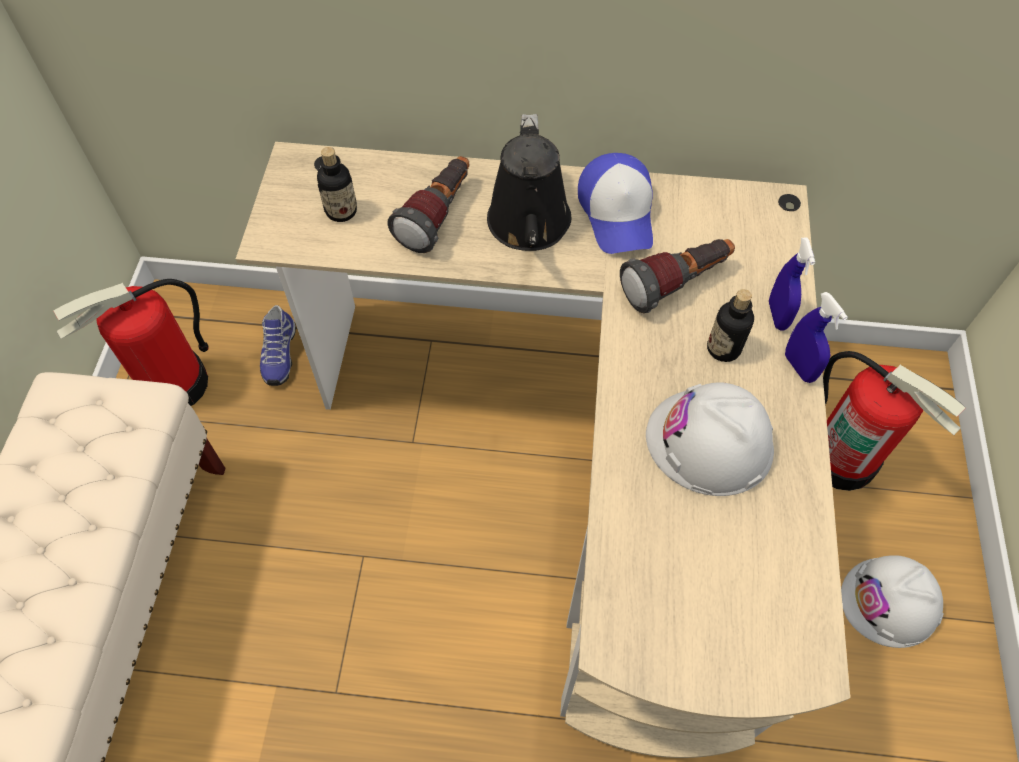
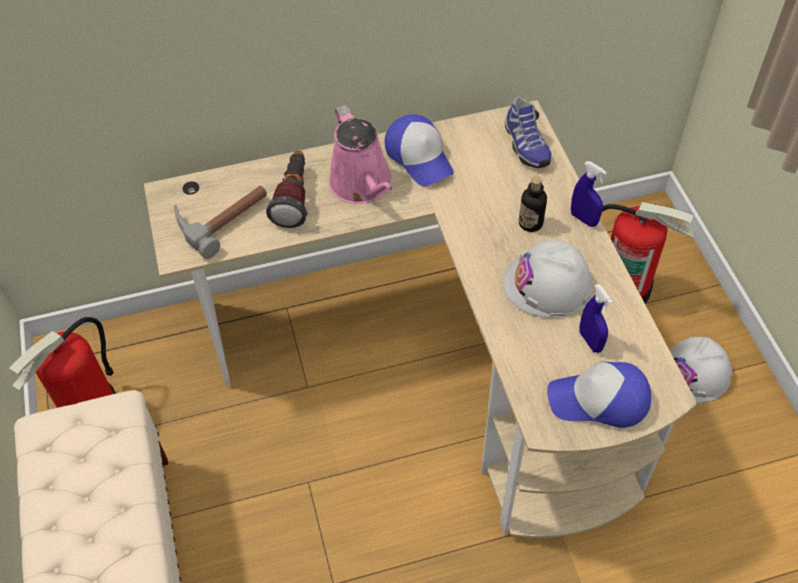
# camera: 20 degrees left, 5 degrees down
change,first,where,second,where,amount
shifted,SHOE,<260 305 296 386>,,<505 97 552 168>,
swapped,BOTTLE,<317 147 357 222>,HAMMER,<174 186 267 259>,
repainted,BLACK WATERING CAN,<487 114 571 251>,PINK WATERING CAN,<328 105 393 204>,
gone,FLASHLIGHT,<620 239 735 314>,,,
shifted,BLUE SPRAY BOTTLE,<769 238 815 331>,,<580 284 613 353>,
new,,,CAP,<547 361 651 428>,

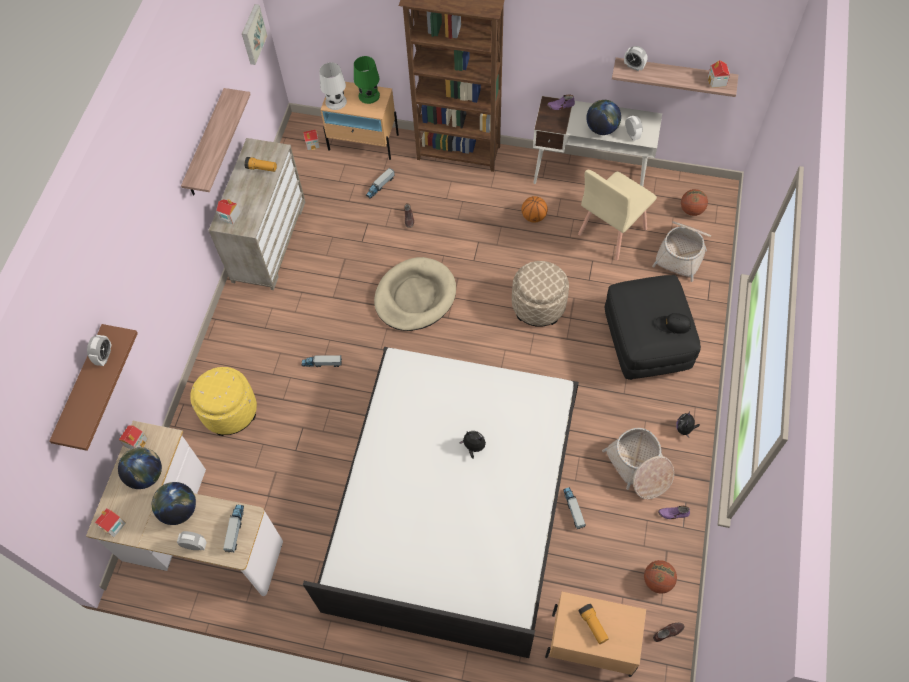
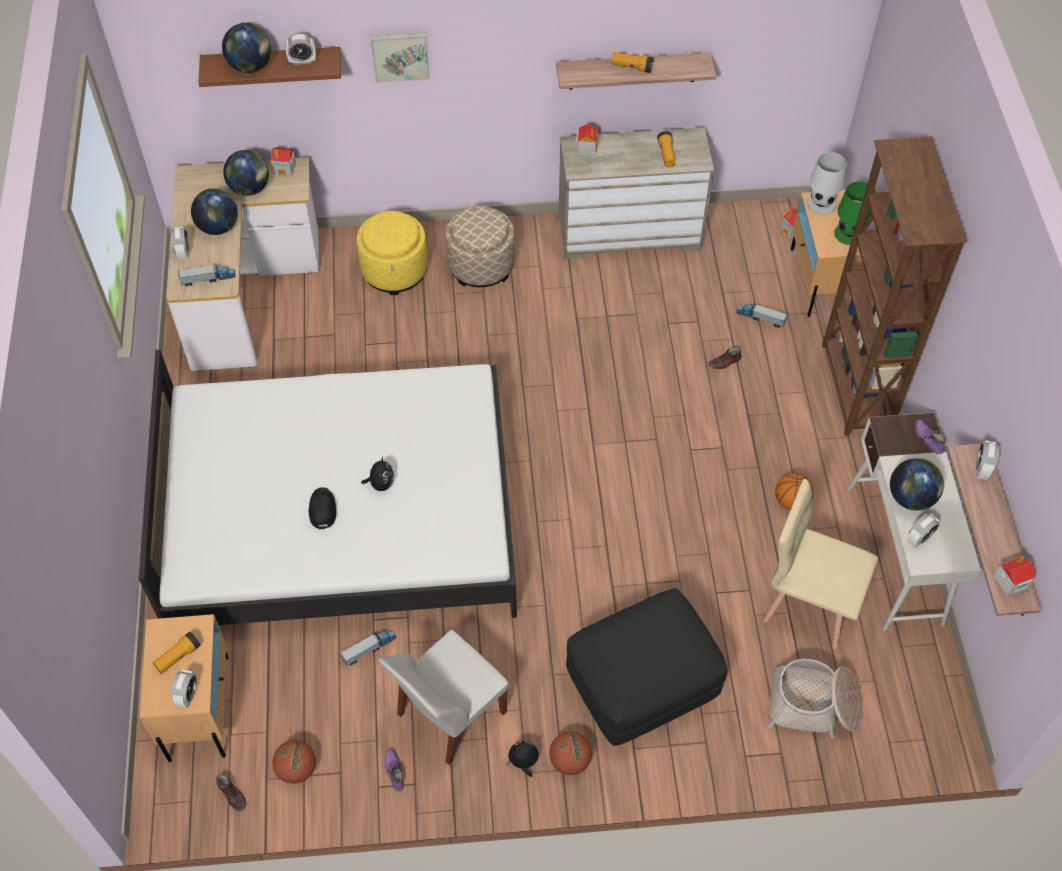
# camera: 70 degrees right, 5 degrees down
change,first,where,second,where,amount
gone,TOY HOUSE,<94 508 126 537>,,,
shifted,PICTURE,<242 4 268 65>,,<370 32 430 83>,
gone,TOY TRUCK,<302 355 342 367>,,,
gone,BEIGE DOG BED,<374 257 456 331>,,,
shifted,BEIGE OTTOMAN,<512 261 569 327>,,<445 206 515 287>,
swapped,BASKET,<602 428 674 499>,WHITE CHAIR,<378 630 508 765>,
shifted,BLACK CAP,<656 313 691 334>,,<309 487 336 529>,
shifted,BASKETBALL,<681 189 708 216>,,<549 731 592 775>,
new,,,ALARM CLOCK,<171 670 197 708>,
new,,,GLOBE,<222 23 271 73>,
new,,,FLASHLIGHT,<612 52 654 73>,

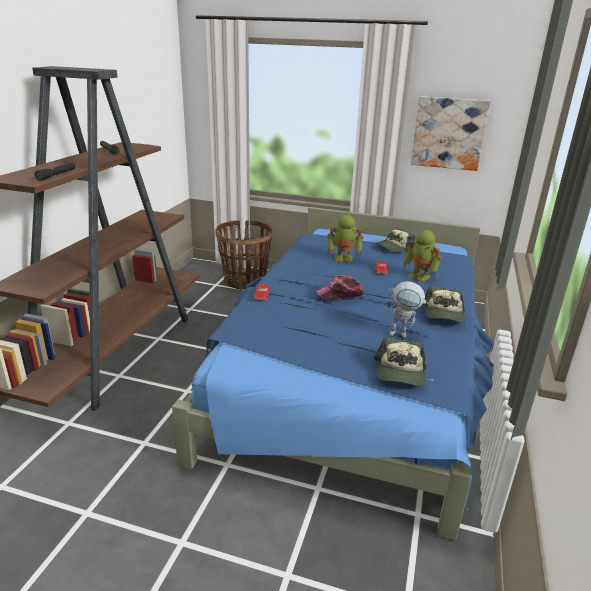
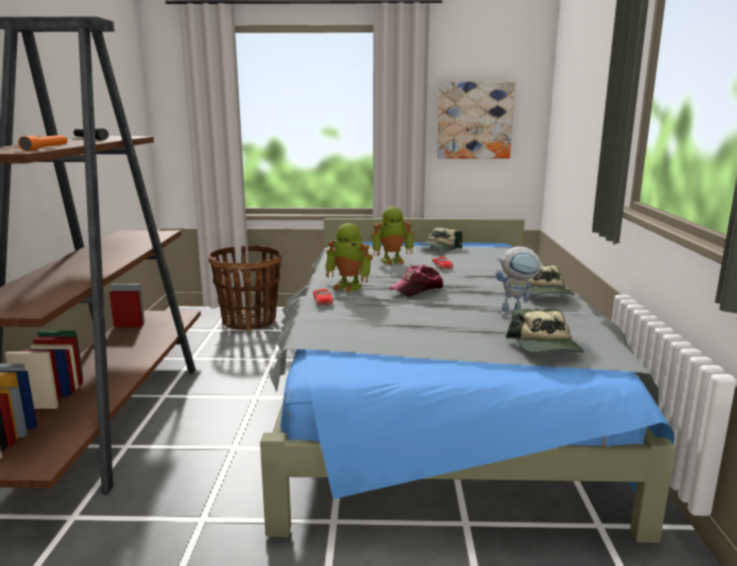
# camera: 15 degrees left, 10 degrees down
change,first,where,second,where,amount
repainted,BLACK FLASHLIGHT,<35 163 75 181>,ORANGE FLASHLIGHT,<18 135 67 151>,
repainted,BLUE BED,<172 207 494 540>,GREY BED,<260 218 676 543>,
shifted,TOY ROBOT,<404 230 442 282>,,<325 223 373 292>,

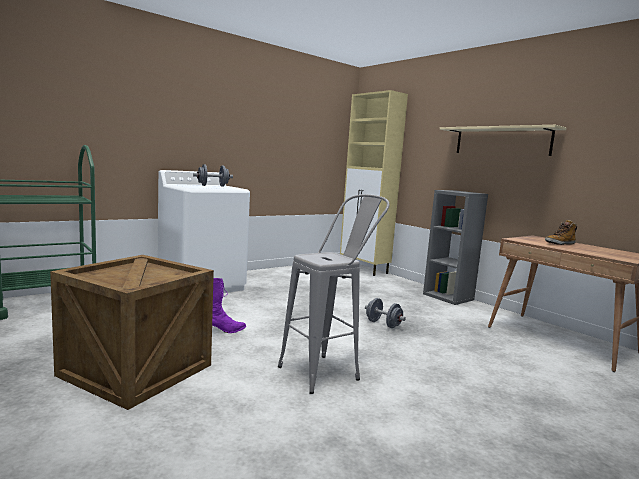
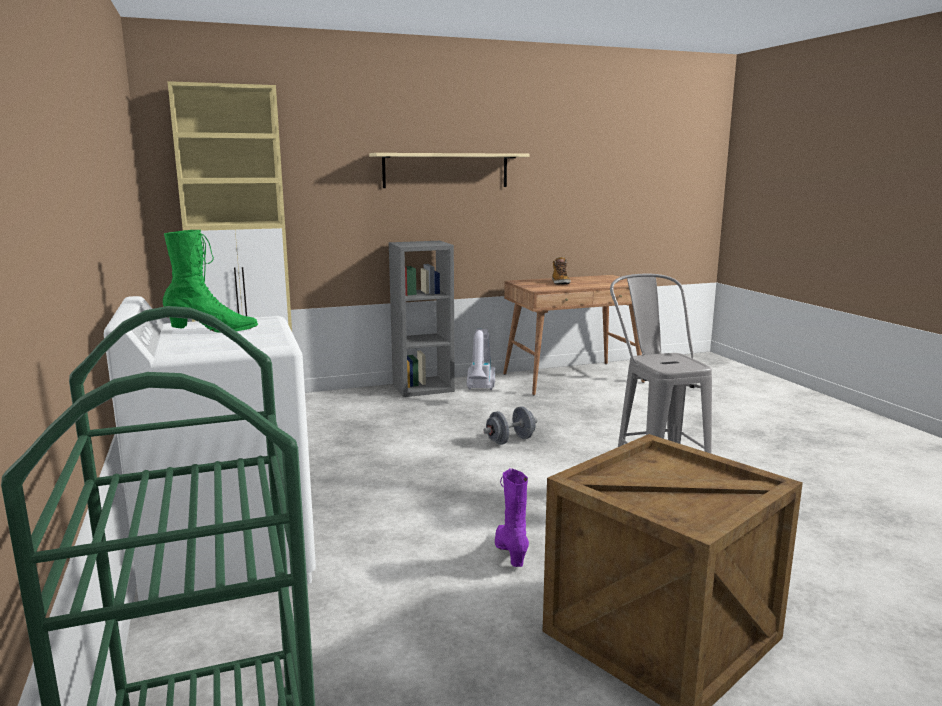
# camera: 70 degrees left, 5 degrees up
change,first,where,second,where,amount
swapped,GREY DUMBBELL,<193 164 233 187>,GREEN BOOT,<163 230 258 333>,
new,,,VACUUM CLEANER,<467 329 495 390>,

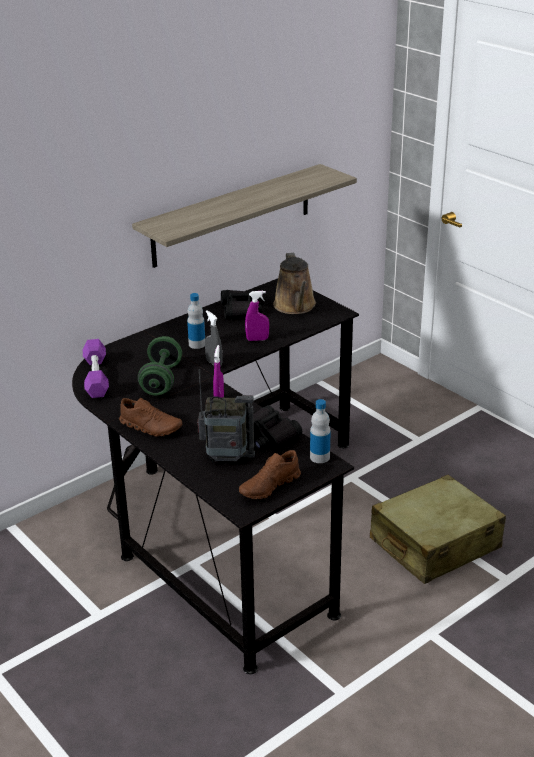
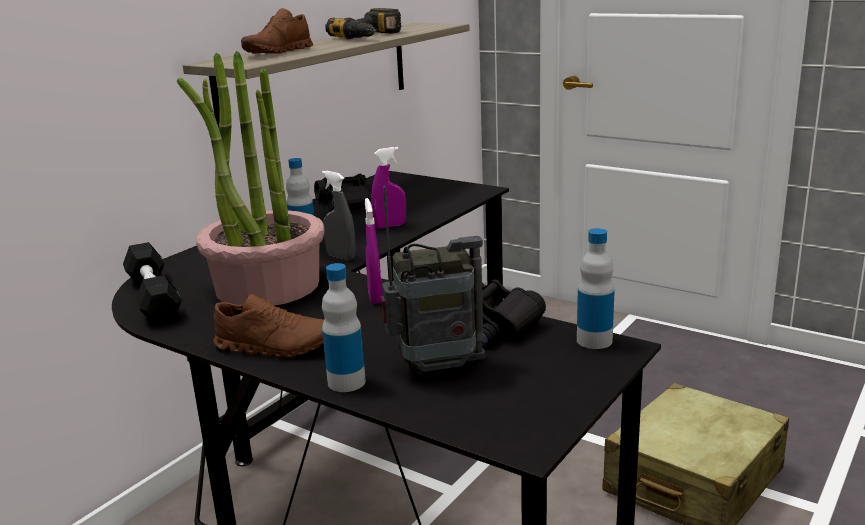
# camera: 15 degrees left, 10 degrees down
change,first,where,second,where,amount
repainted,PURPLE DUMBBELL,<83 339 109 398>,BLACK DUMBBELL,<123 242 182 325>,
swapped,GREEN DUMBBELL,<138 336 182 396>,POTTED PLANT,<177 51 325 306>,
shifted,BROWN SHOE,<239 450 301 499>,,<241 8 313 54>,
gone,BROWN WATERING CAN,<273 253 316 314>,,,
new,,,BOTTLE,<322 263 366 392>,
new,,,POWER DRILL,<325 8 402 39>,

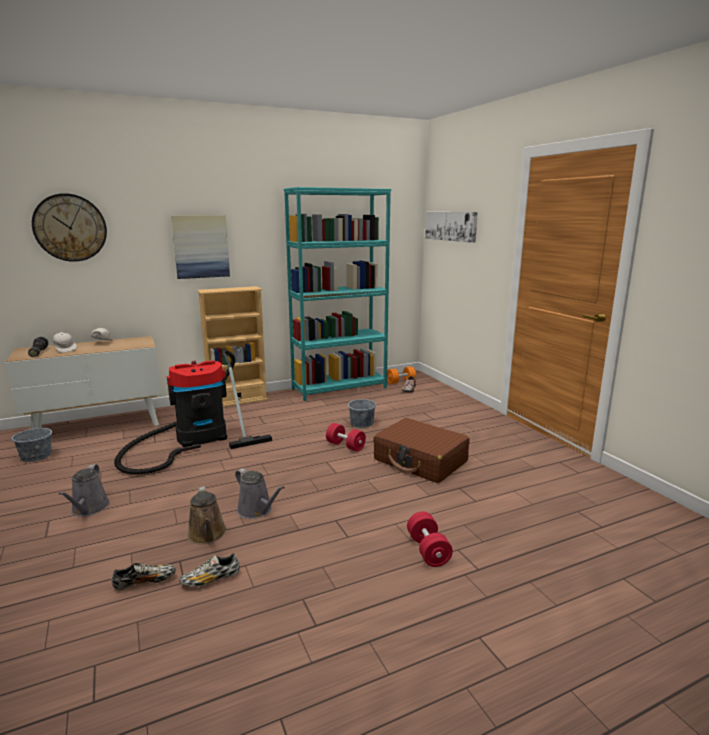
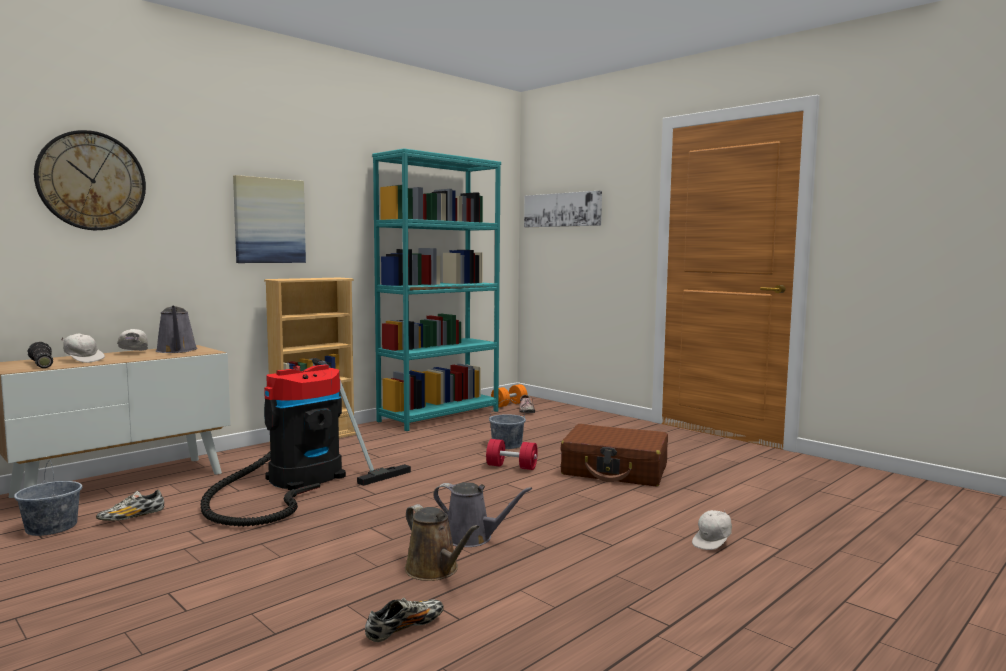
# camera: 20 degrees left, 10 degrees down
change,first,where,second,where,amount
shifted,GREY WATERING CAN,<59 464 110 516>,,<156 305 198 353>,
shifted,SHOE,<179 553 240 587>,,<96 490 164 521>,
swapped,RED DUMBBELL,<407 511 453 567>,WHITE CAP,<692 510 732 550>,

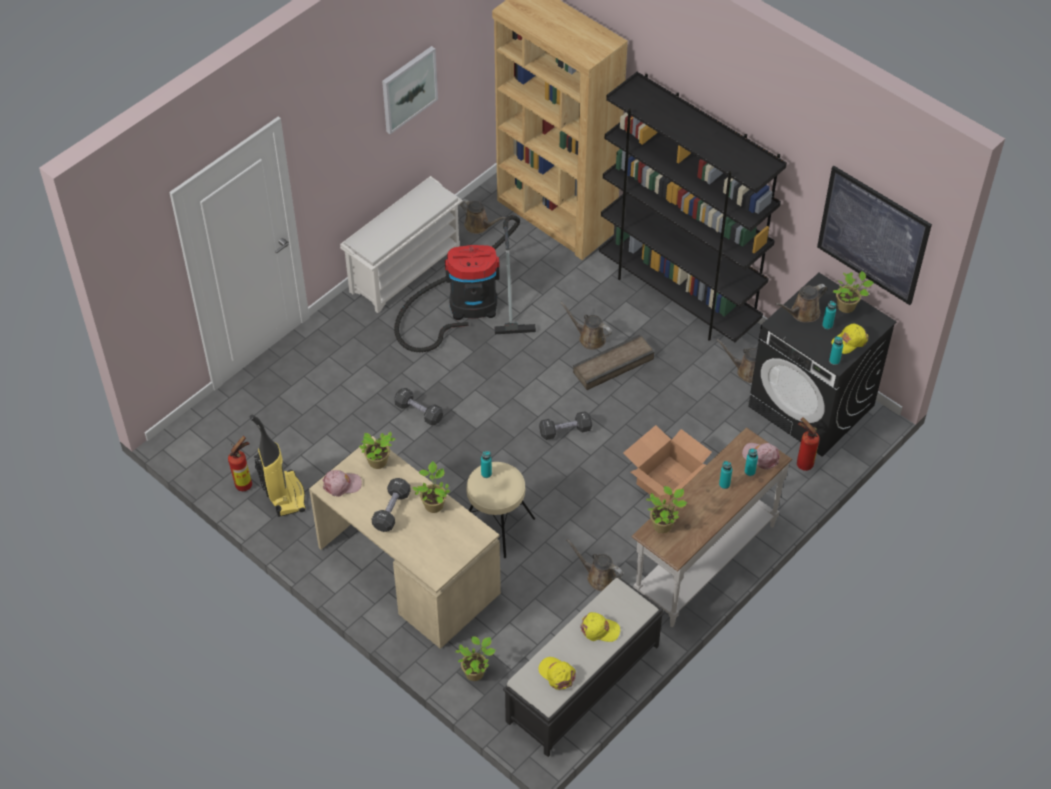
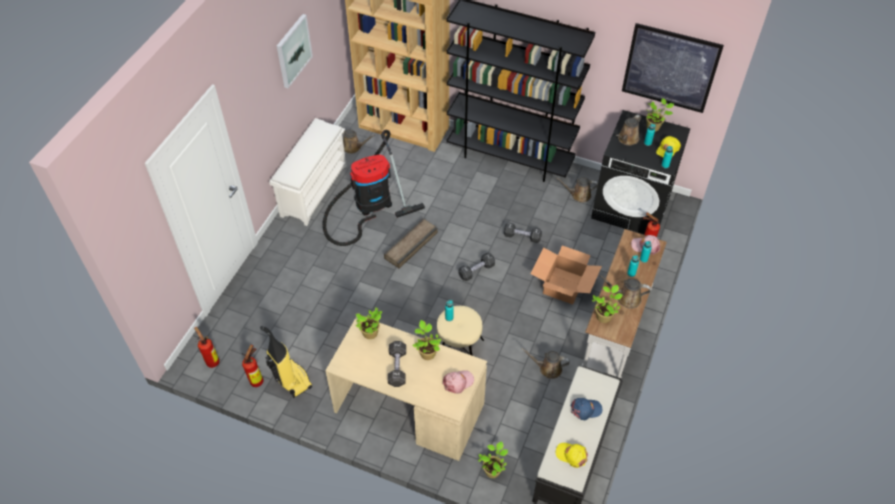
# camera: 20 degrees left, 0 degrees up
change,first,where,second,where,amount
shifted,PINK CAP,<322 470 362 497>,,<443 370 474 394>,
shifted,BLACK DUMBBELL,<394 388 443 425>,,<504 223 542 243>,
shifted,BROWN WATERING CAN,<560 302 612 350>,,<599 275 651 309>,
shifted,CRATE,<573 334 654 390>,,<384 218 437 268>,
repainted,YELLOW CAP,<580 612 621 642>,BLUE CAP,<571 398 602 420>,
new,,,FIRE EXTINGUISHER,<194 327 220 368>,

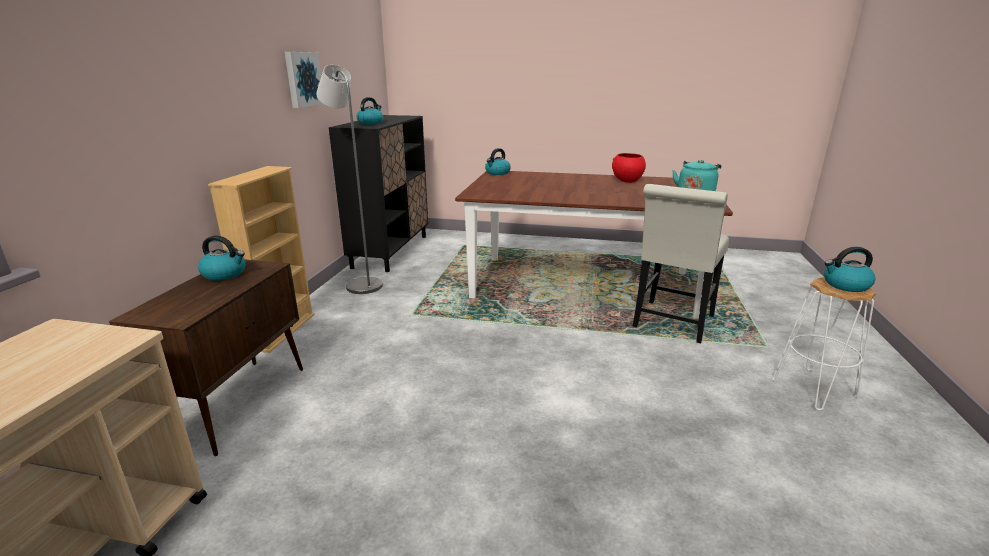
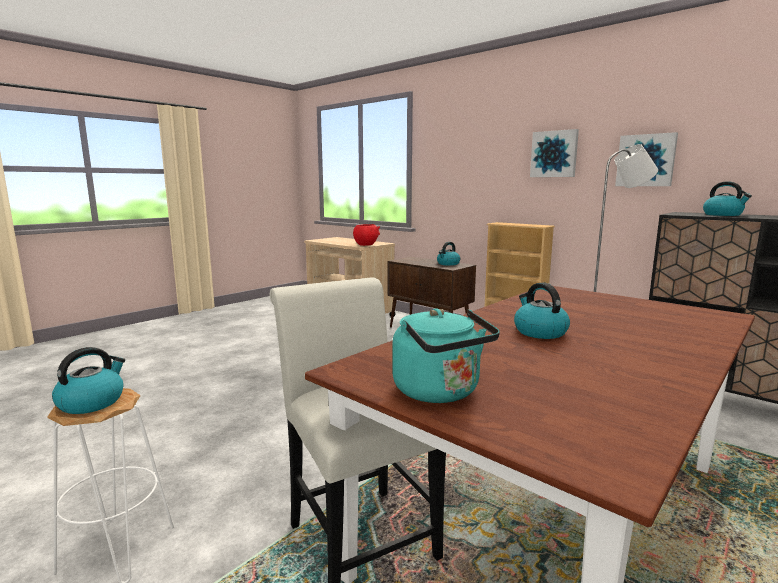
# camera: 120 degrees right, 10 degrees down
change,first,where,second,where,amount
shifted,KETTLE,<485 148 511 175>,,<514 282 570 339>,
shifted,RED BOWL,<612 153 646 183>,,<353 224 380 246>,
new,,,PICTURE,<530 129 579 177>,

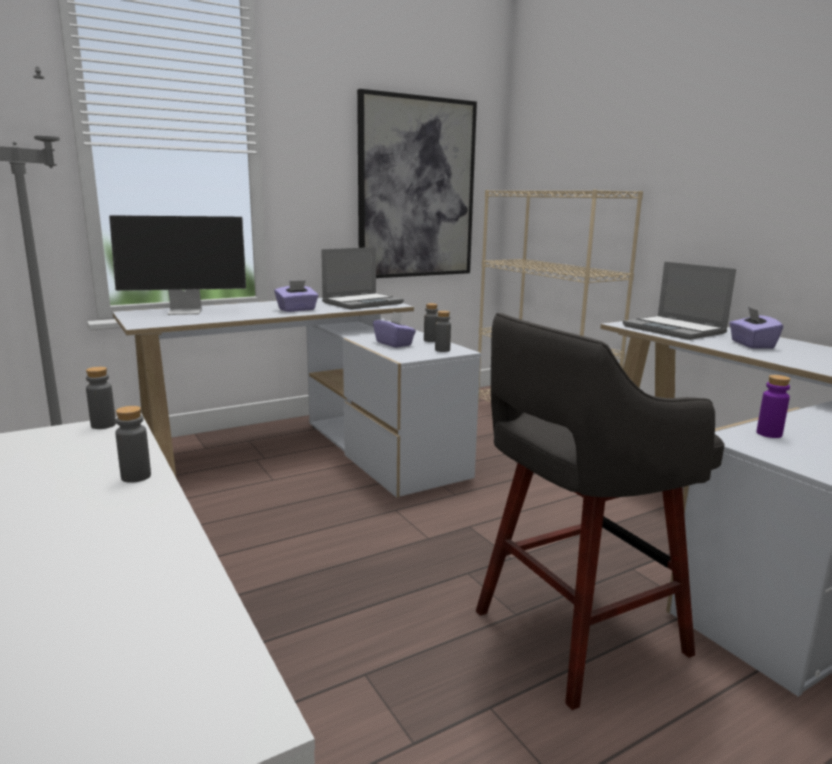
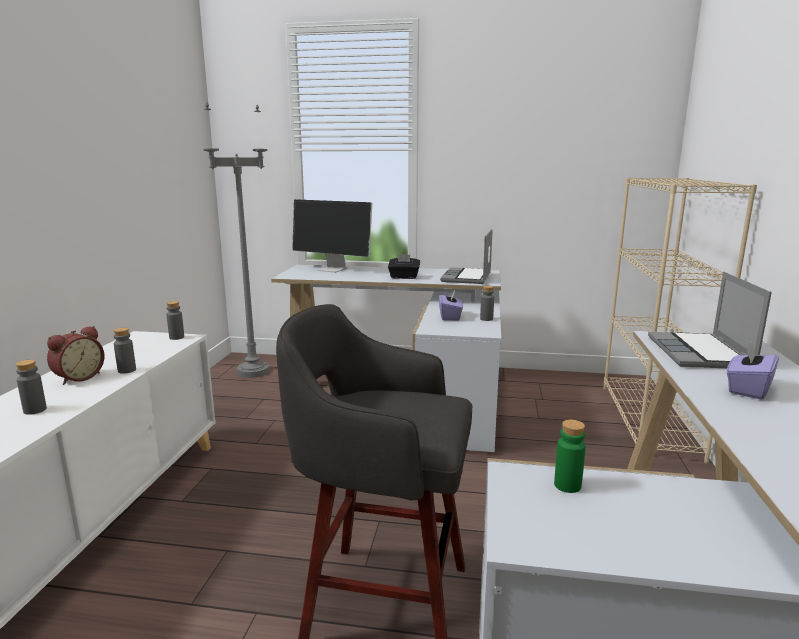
# camera: 40 degrees right, 0 degrees up
change,first,where,second,where,amount
repainted,PURPLE TISSUE BOX,<274 280 319 312>,BLACK TISSUE BOX,<388 254 420 279>,
rotated,LAPTOP,<321 247 404 310>,,<440 229 493 284>,105 degrees clockwise
gone,PICTURE,<357 89 477 278>,,,
shifted,GREY BOTTLE,<435 311 451 352>,,<16 360 47 415>,
repainted,PURPLE BOTTLE,<757 375 790 438>,GREEN BOTTLE,<554 420 586 493>,
new,,,ALARM CLOCK,<47 326 105 385>,

